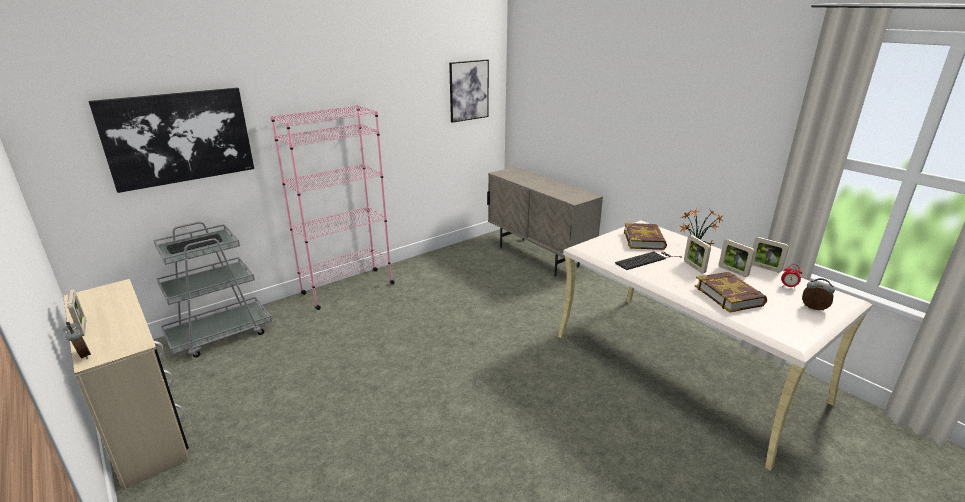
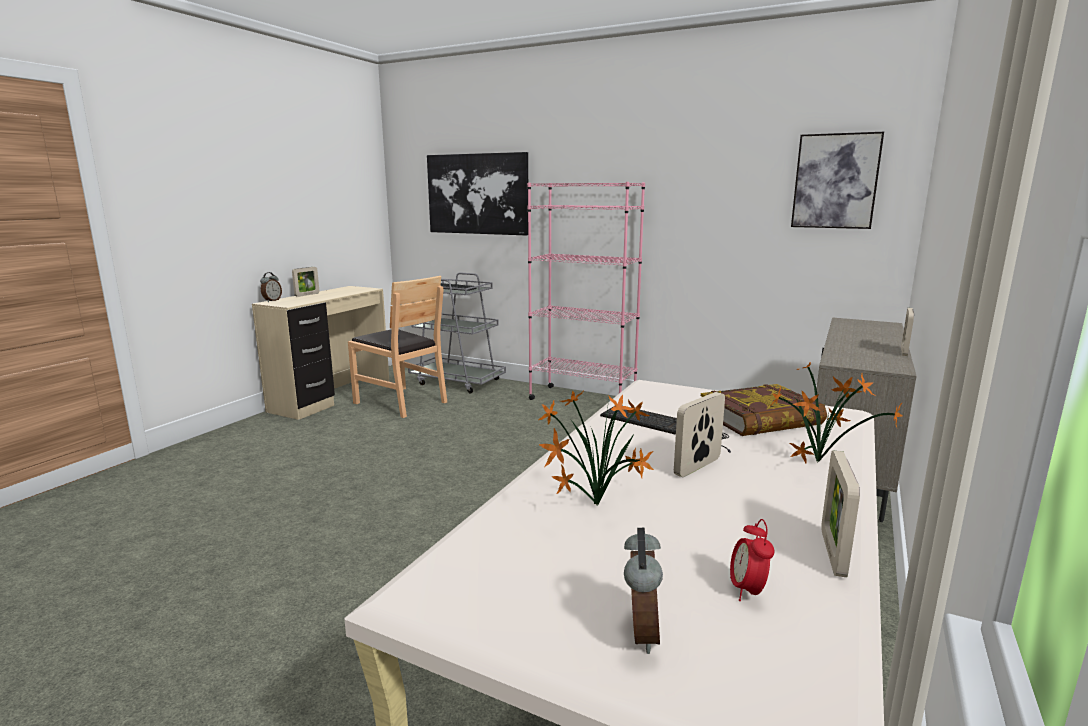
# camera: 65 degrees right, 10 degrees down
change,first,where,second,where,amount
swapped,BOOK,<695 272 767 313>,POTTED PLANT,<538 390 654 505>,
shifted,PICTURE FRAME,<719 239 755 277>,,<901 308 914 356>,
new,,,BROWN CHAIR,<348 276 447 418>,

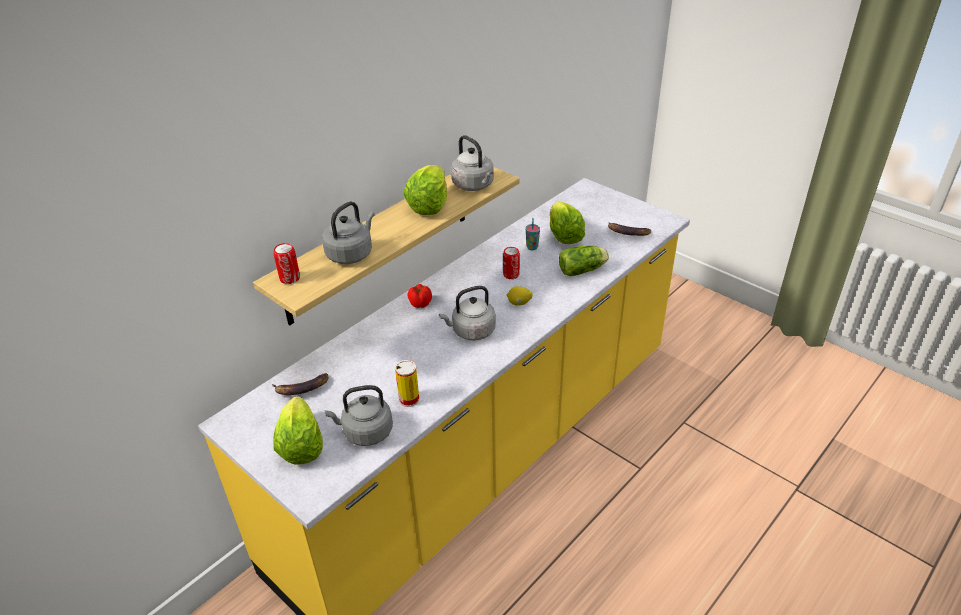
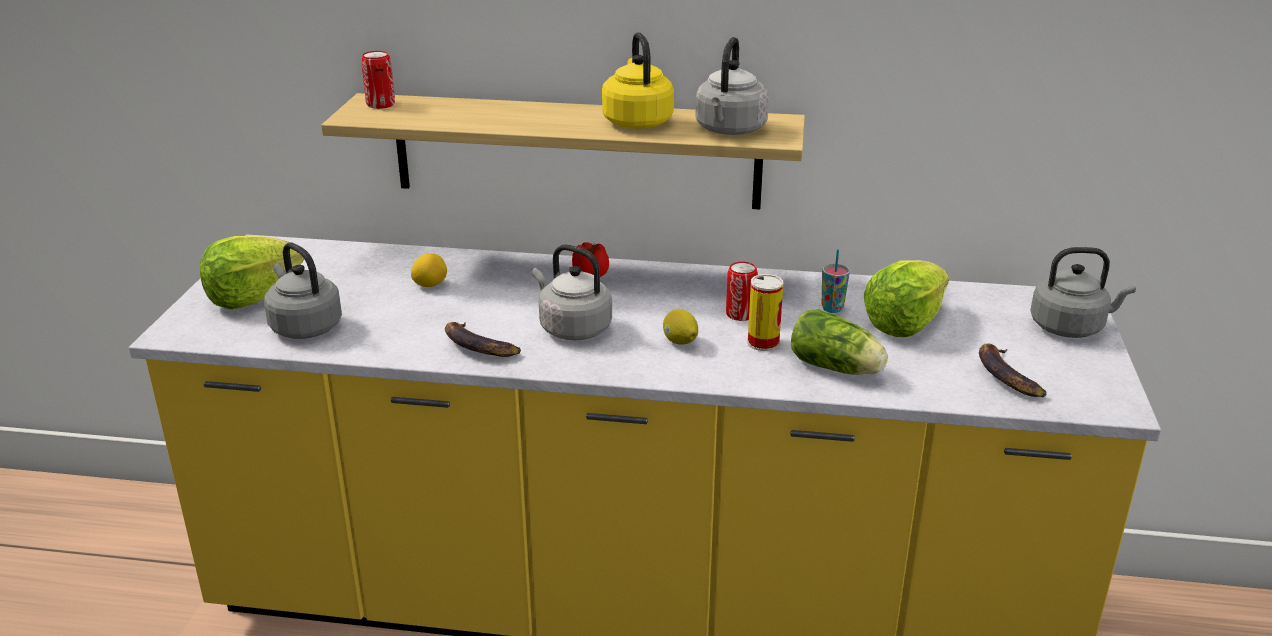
# camera: 55 degrees right, 10 degrees down
change,first,where,second,where,amount
shifted,BANANA,<272 373 329 395>,,<445 322 521 357>,
shifted,GREY KETTLE,<322 201 375 264>,,<1030 247 1136 338>,
shifted,CAN,<395 360 419 407>,,<748 274 783 351>,
swapped,LETTUCE,<403 165 447 215>,YELLOW KETTLE,<602 32 674 129>,
new,,,LEMON,<411 253 447 287>,

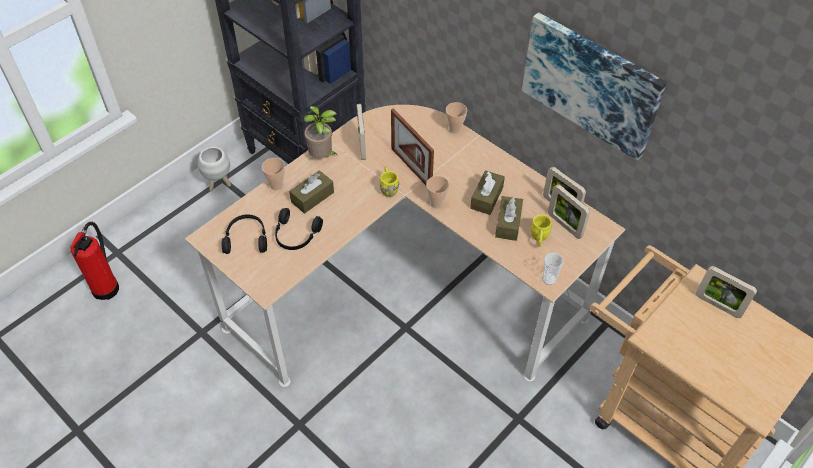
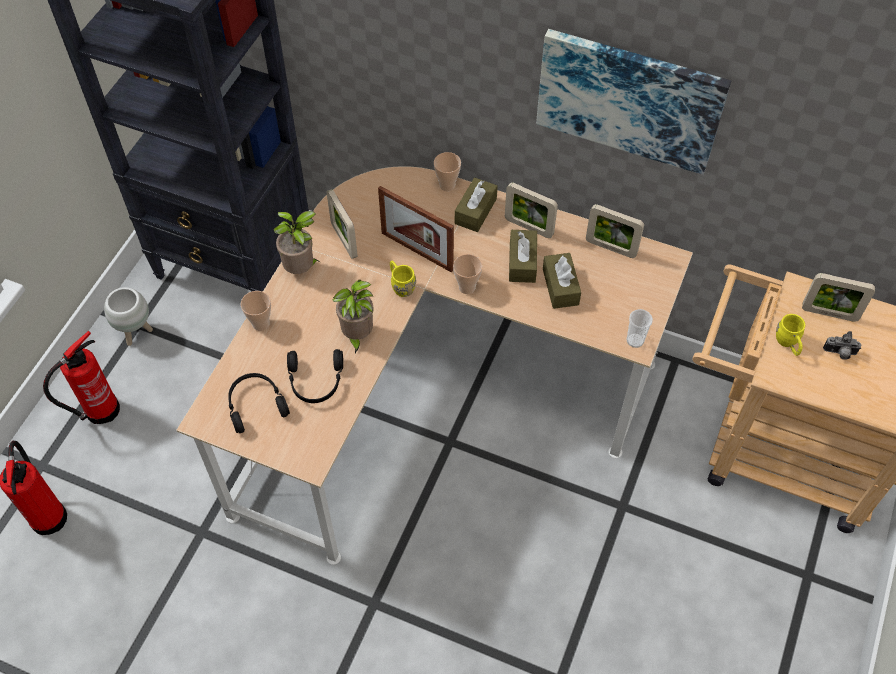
# camera: 20 degrees left, 5 degrees up
change,first,where,second,where,amount
shifted,BROWN TISSUE BOX,<289 170 334 213>,,<455 178 497 232>,
shifted,YELLOW MUG,<531 215 552 247>,,<776 314 805 356>,
shifted,PICTURE FRAME,<548 184 590 239>,,<505 182 558 238>,
new,,,FIRE EXTINGUISHER,<43 331 120 424>,
new,,,POTTED PLANT,<332 280 373 353>,
new,,,PHOTO CAMERA,<823 331 861 360>,

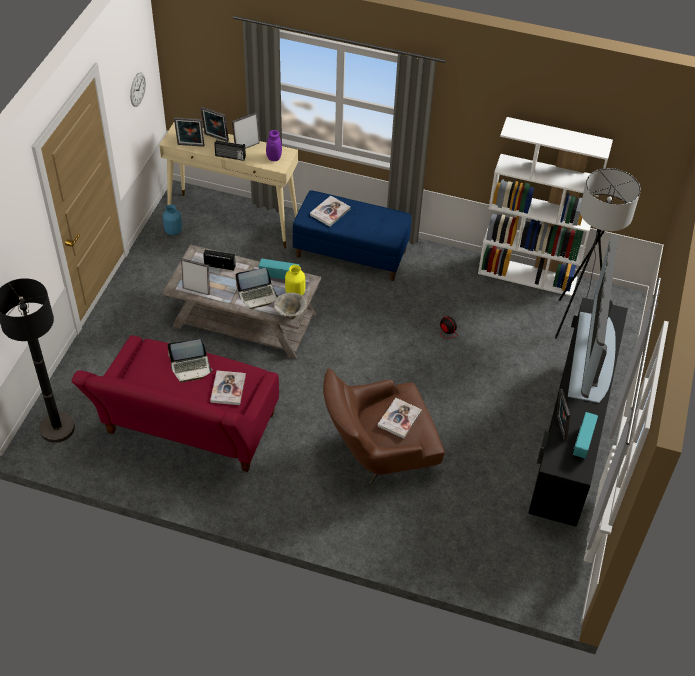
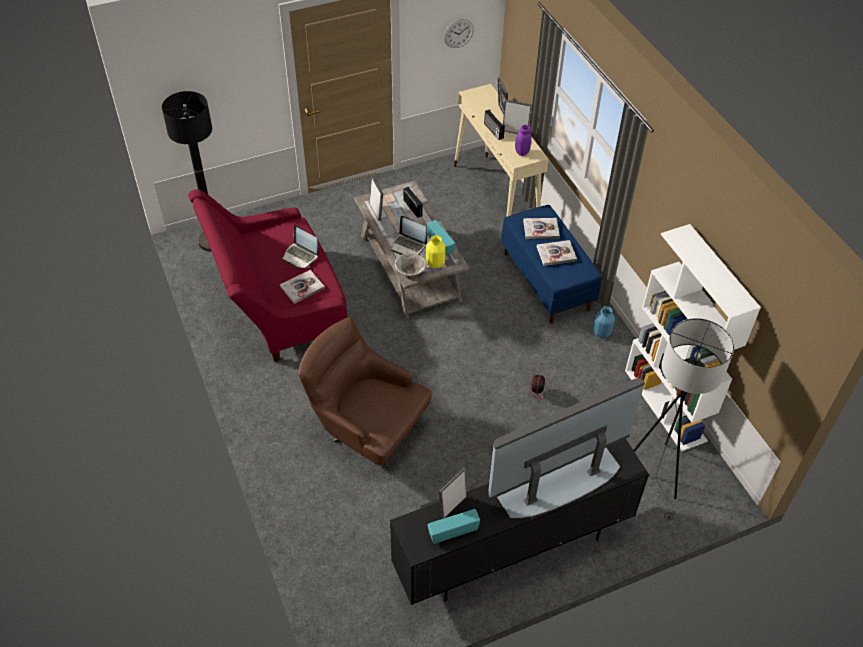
# camera: 50 degrees right, 0 degrees up
change,first,where,second,where,amount
shifted,BLUE VASE,<163 205 182 235>,,<593 306 615 338>,
gone,PICTURE FRAME,<174 117 204 147>,,,
shifted,BOOK,<378 398 422 439>,,<537 240 577 266>,

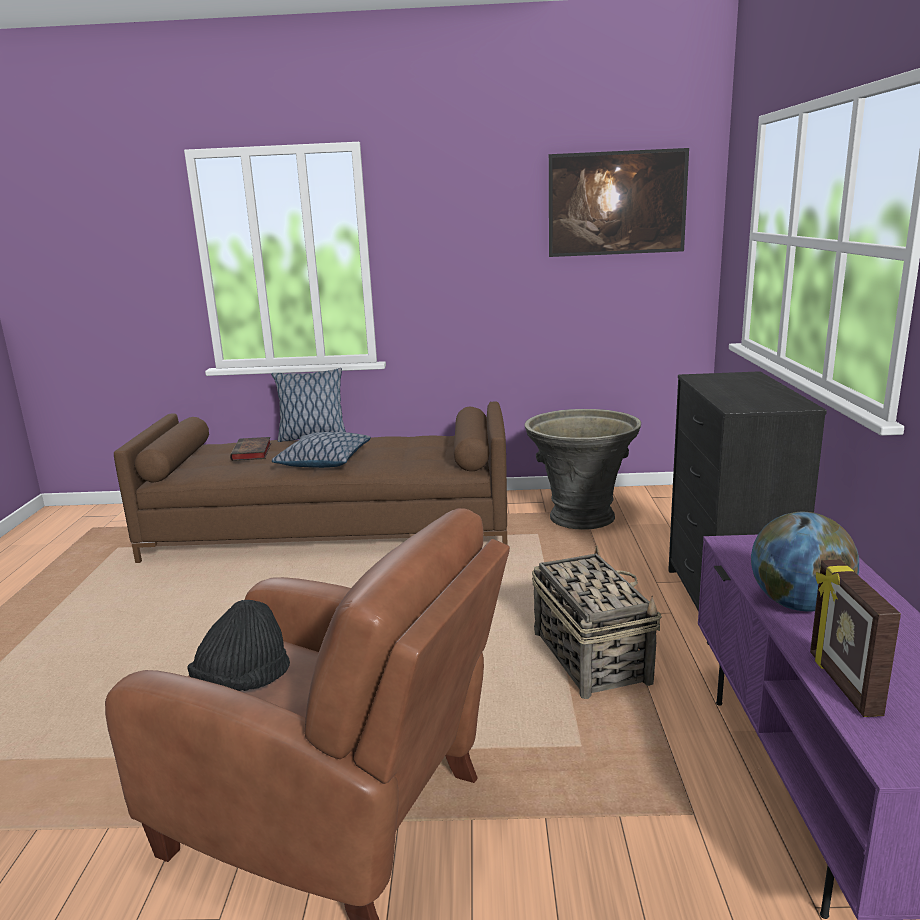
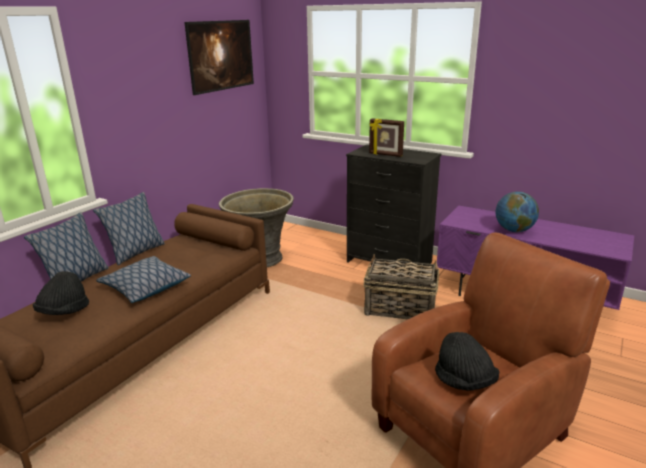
# camera: 60 degrees left, 5 degrees up
change,first,where,second,where,amount
swapped,BOOK,<230 437 271 461>,BLACK HAT,<33 271 89 315>,
shifted,PICTURE FRAME,<810 559 901 717>,,<369 118 404 157>,
new,,,PILLOW,<93 192 165 265>,

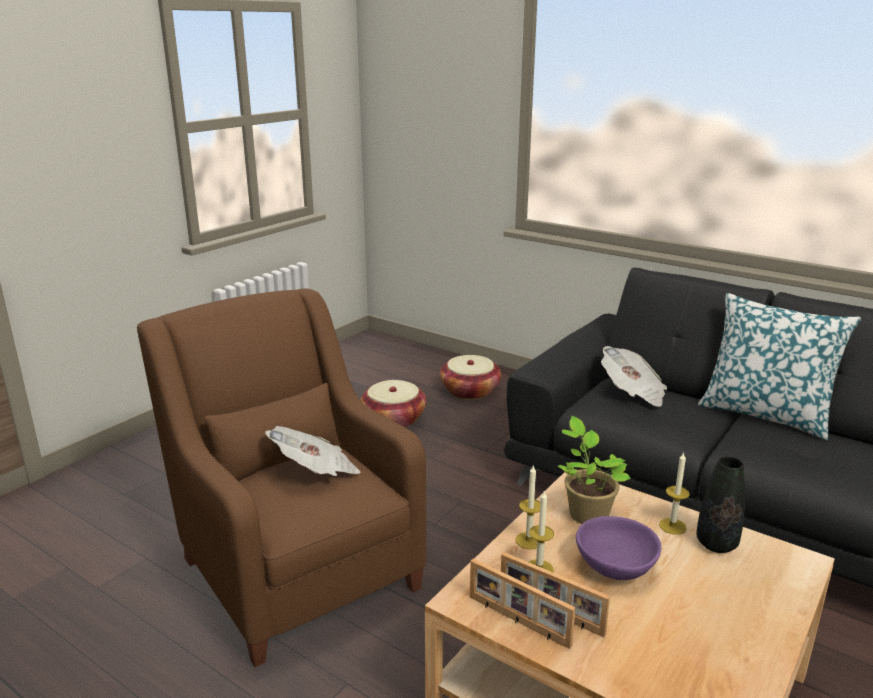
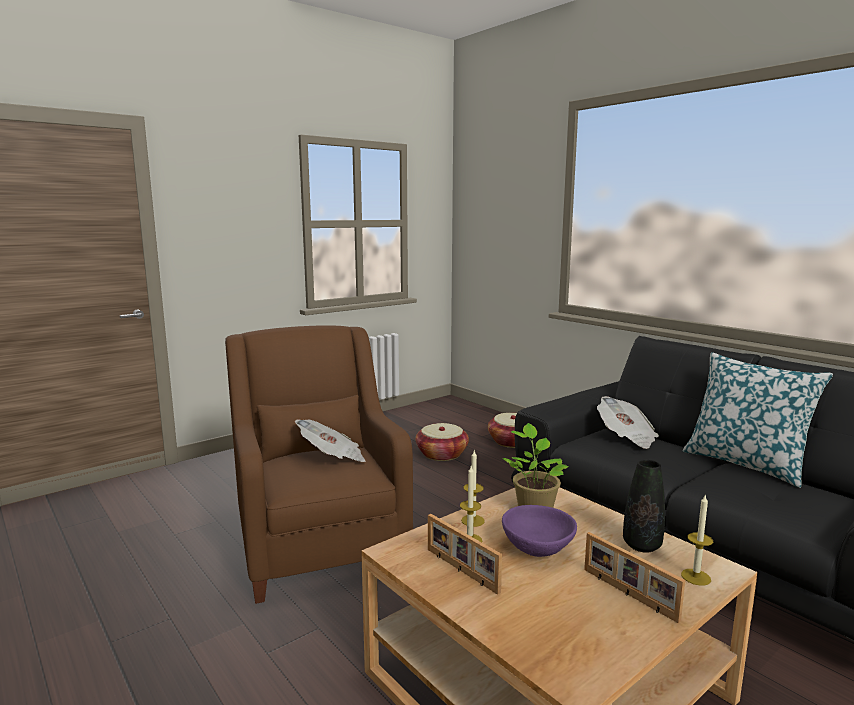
# camera: 15 degrees right, 10 degrees down
change,first,where,second,where,amount
shifted,PICTURE FRAME,<470 558 576 649>,,<584 532 685 623>,
shifted,CANDLE,<659 452 690 535>,,<681 496 713 586>,

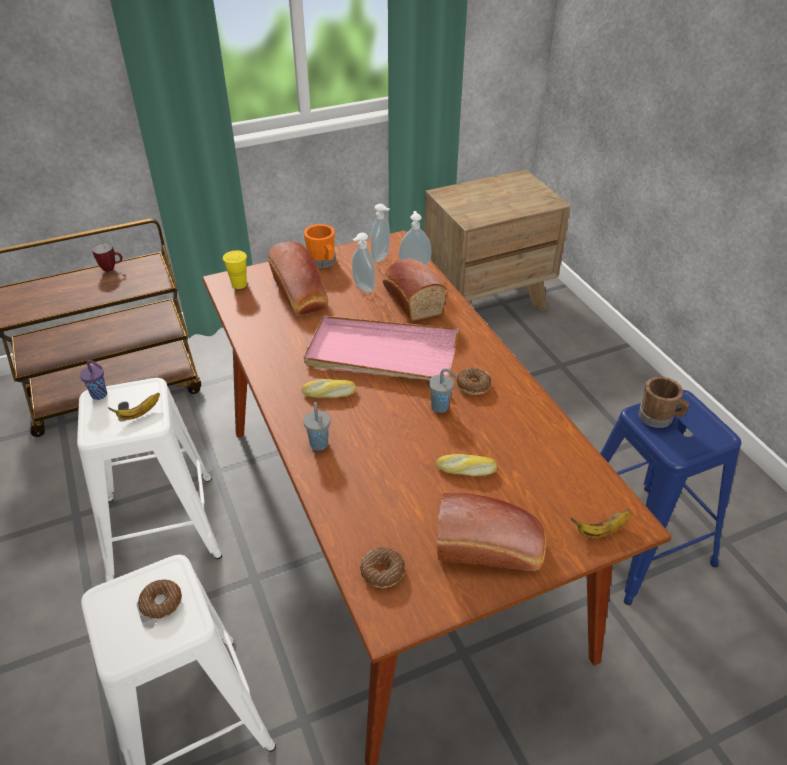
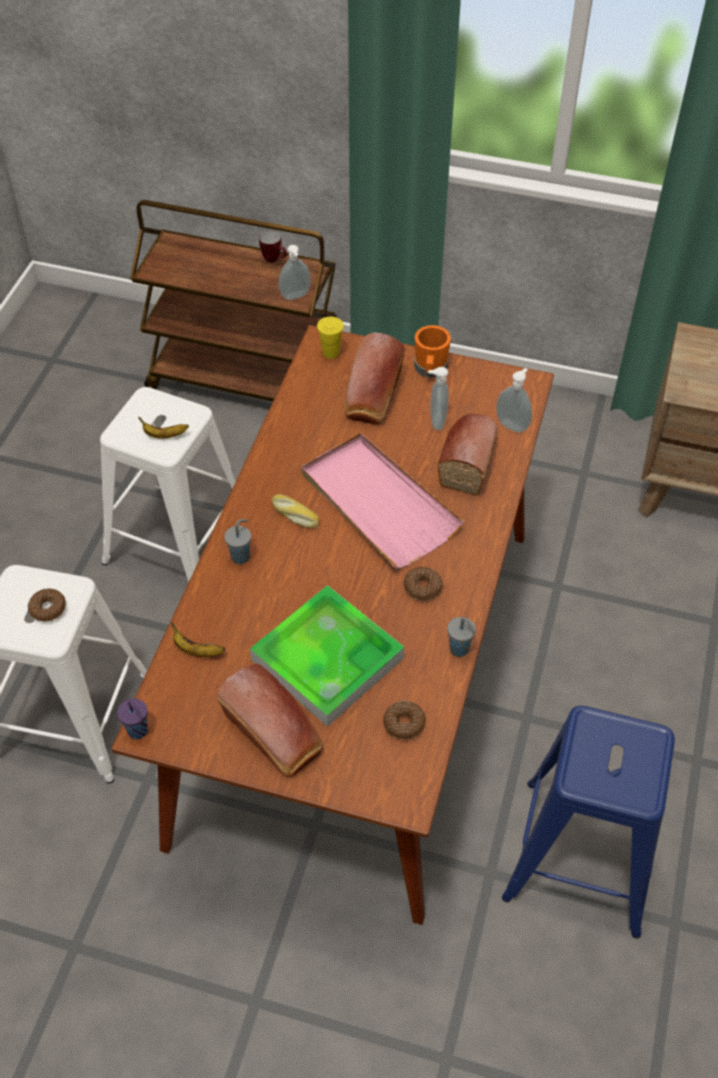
# camera: 40 degrees right, 10 degrees up
change,first,where,second,where,amount
shifted,PURPLE CUP,<80 360 107 400>,,<117 698 148 739>,
shifted,DONUT,<360 547 405 588>,,<383 701 426 740>,
shifted,SOAP DISPENSER,<371 204 390 262>,,<279 245 311 300>,
shifted,GREY CUP,<429 369 457 413>,,<447 617 476 657>,
swapped,BREAD,<436 454 497 476>,TRAY,<250 585 404 727>,
shifted,BANANA,<571 510 631 538>,,<171 622 225 657>,
gone,BROWN MUG,<638 376 690 428>,,,

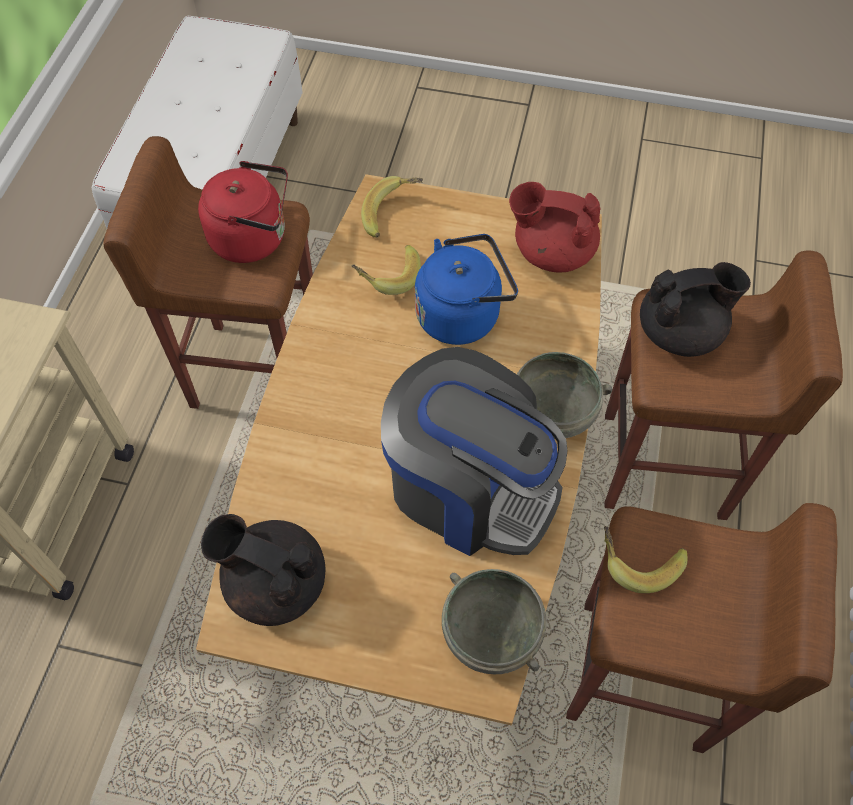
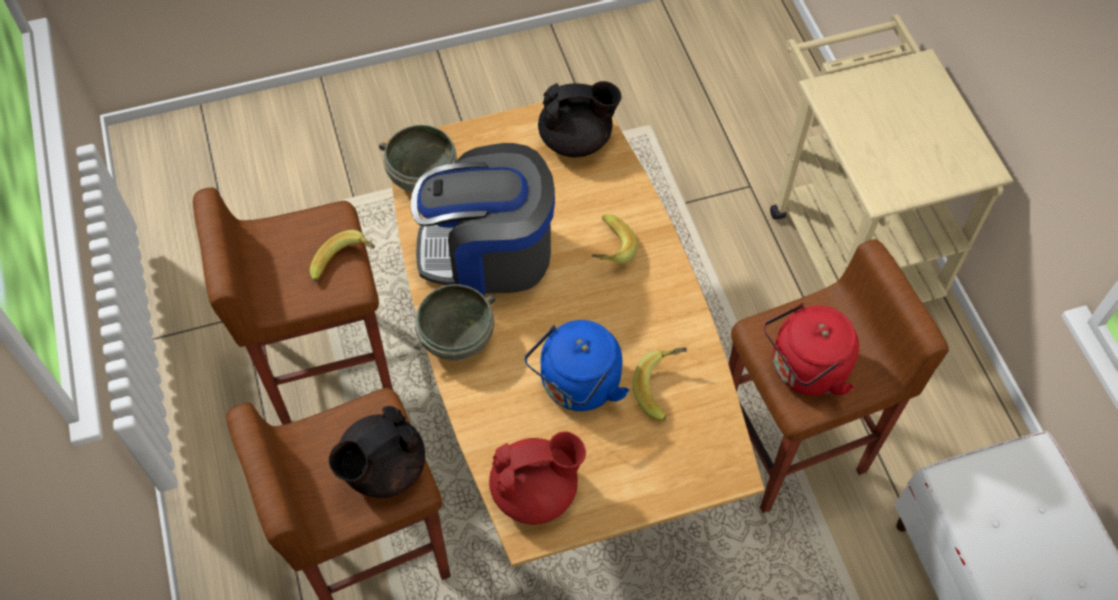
# camera: 150 degrees right, 0 degrees up
change,first,where,second,where,amount
shifted,BANANA,<361 176 423 238>,,<591 214 637 264>,

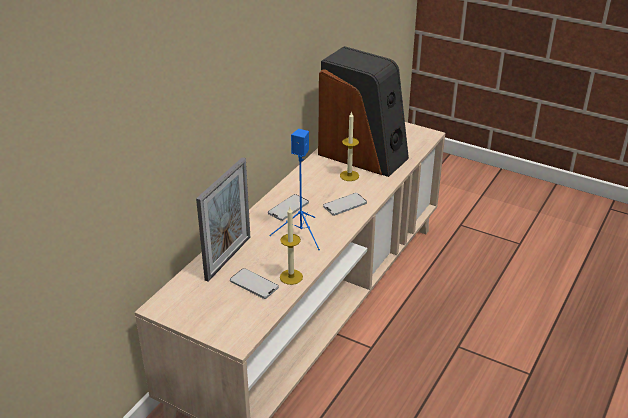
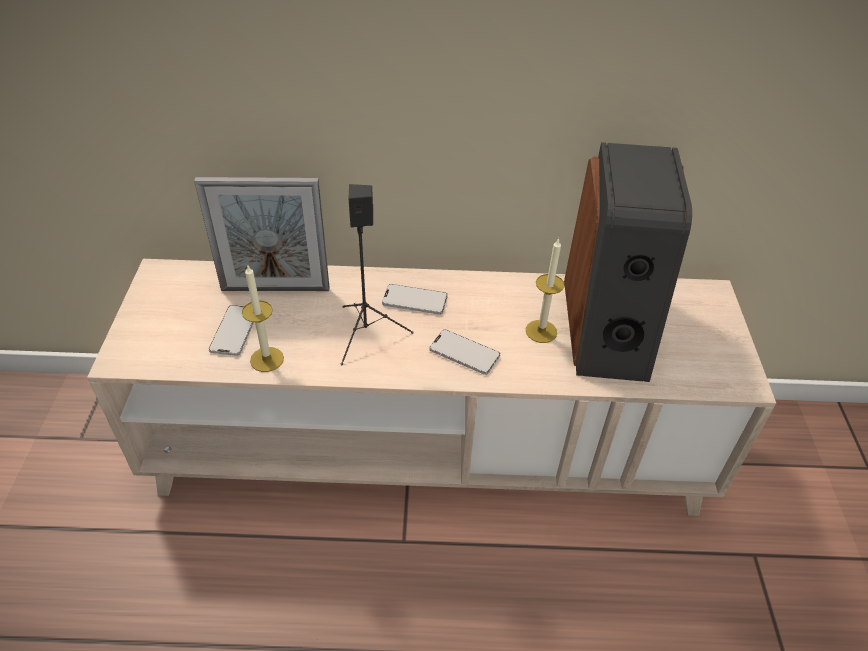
# camera: 60 degrees right, 10 degrees up
change,first,where,second,where,amount
repainted,BLUE SPEAKER,<269 129 320 250>,BLACK SPEAKER,<341 184 414 365>,

